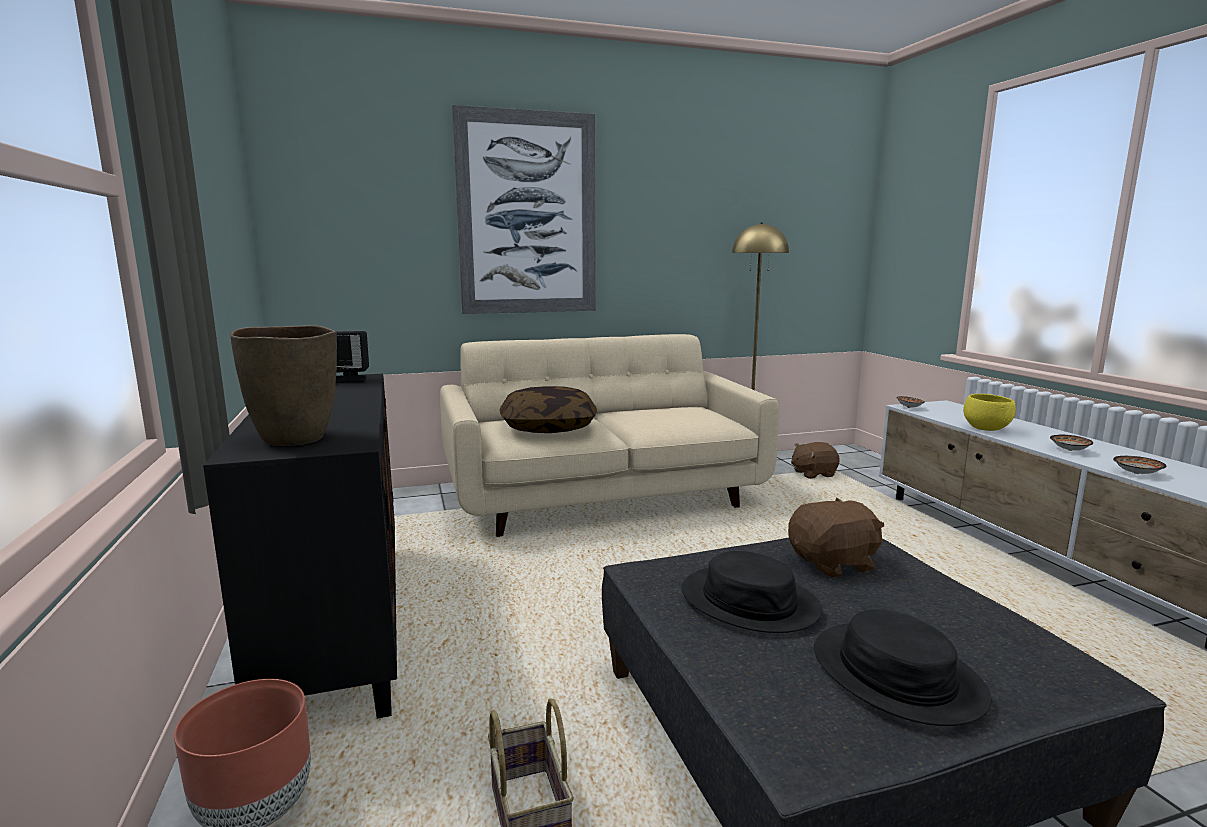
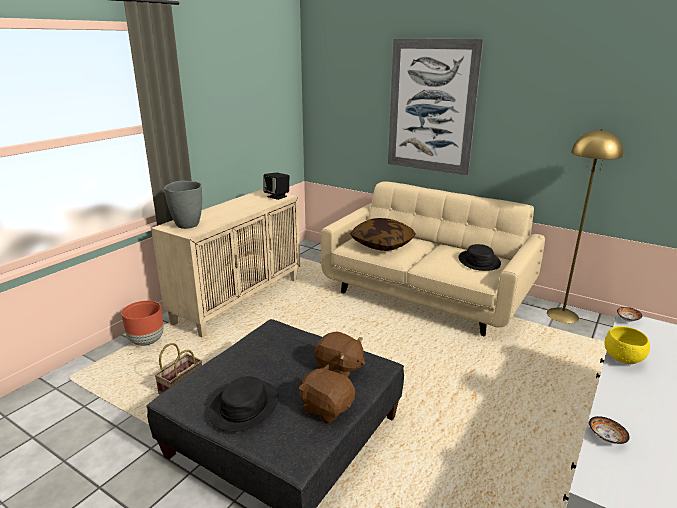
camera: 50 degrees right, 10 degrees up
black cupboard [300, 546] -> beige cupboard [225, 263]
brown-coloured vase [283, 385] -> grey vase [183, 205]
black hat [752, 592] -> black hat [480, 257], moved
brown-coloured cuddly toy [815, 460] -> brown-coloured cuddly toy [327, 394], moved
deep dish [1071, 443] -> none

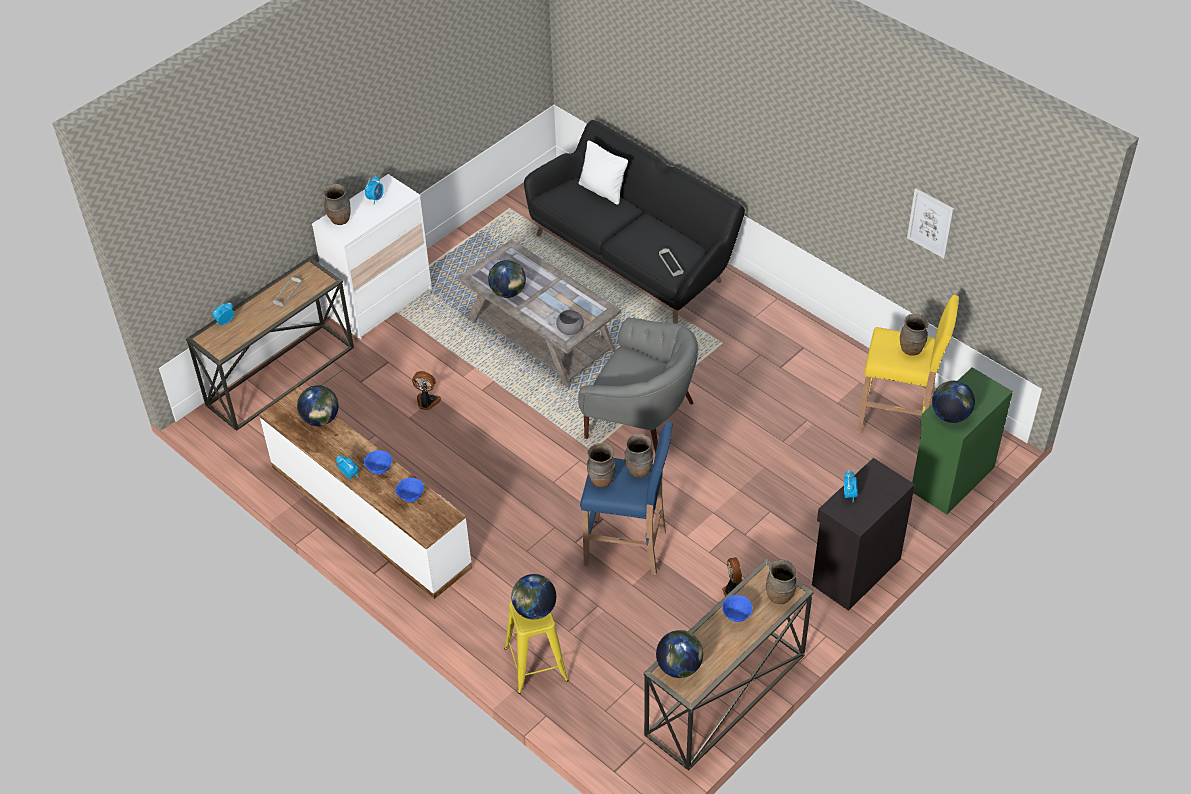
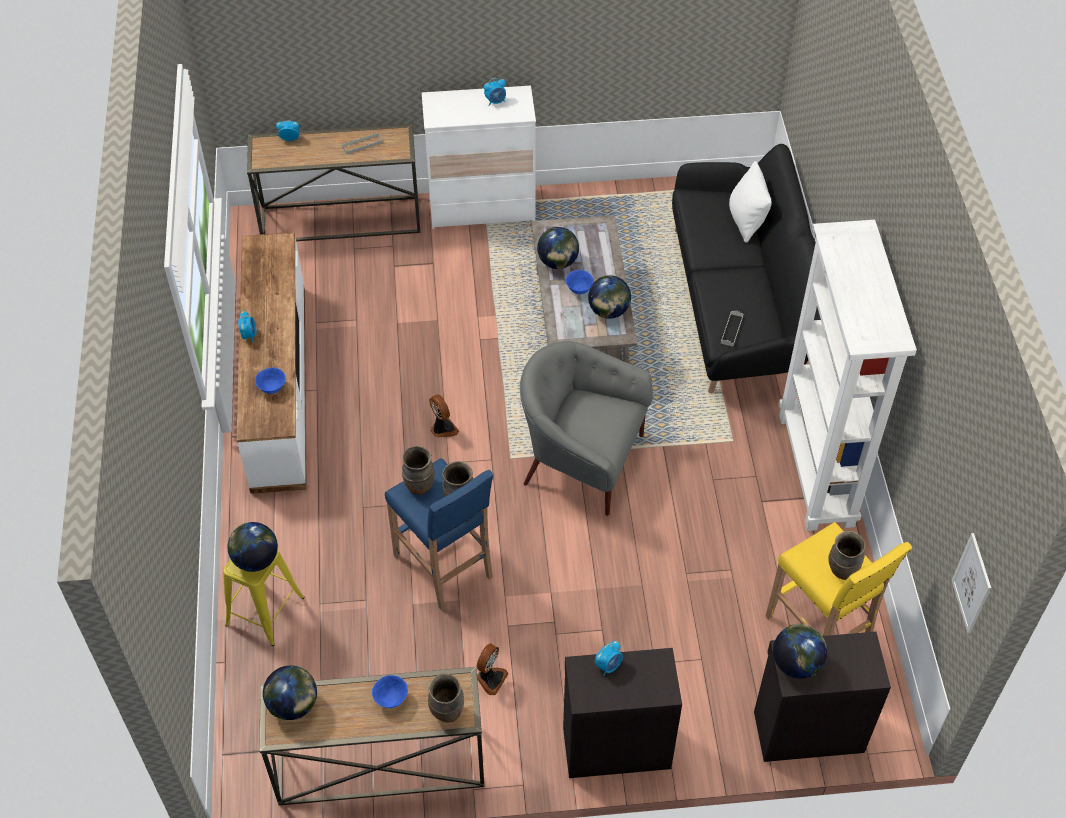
camera: 40 degrees right, 5 degrees up
world globe [318, 405] -> world globe [609, 297], moved
brown-coloured vase [337, 204] -> none
blue deep dish [378, 462] -> blue deep dish [580, 282], moved
electric fan [426, 390] -> electric fan [444, 416], moved
grey deep dish [570, 322] -> none
grey easy chair [638, 386] -> grey easy chair [586, 428], 135 degrees clockwise
wall art [930, 223] -> wall art [971, 583], moved
green cupboard [962, 441] -> black cupboard [822, 697]
none -> white bookcase [848, 375]

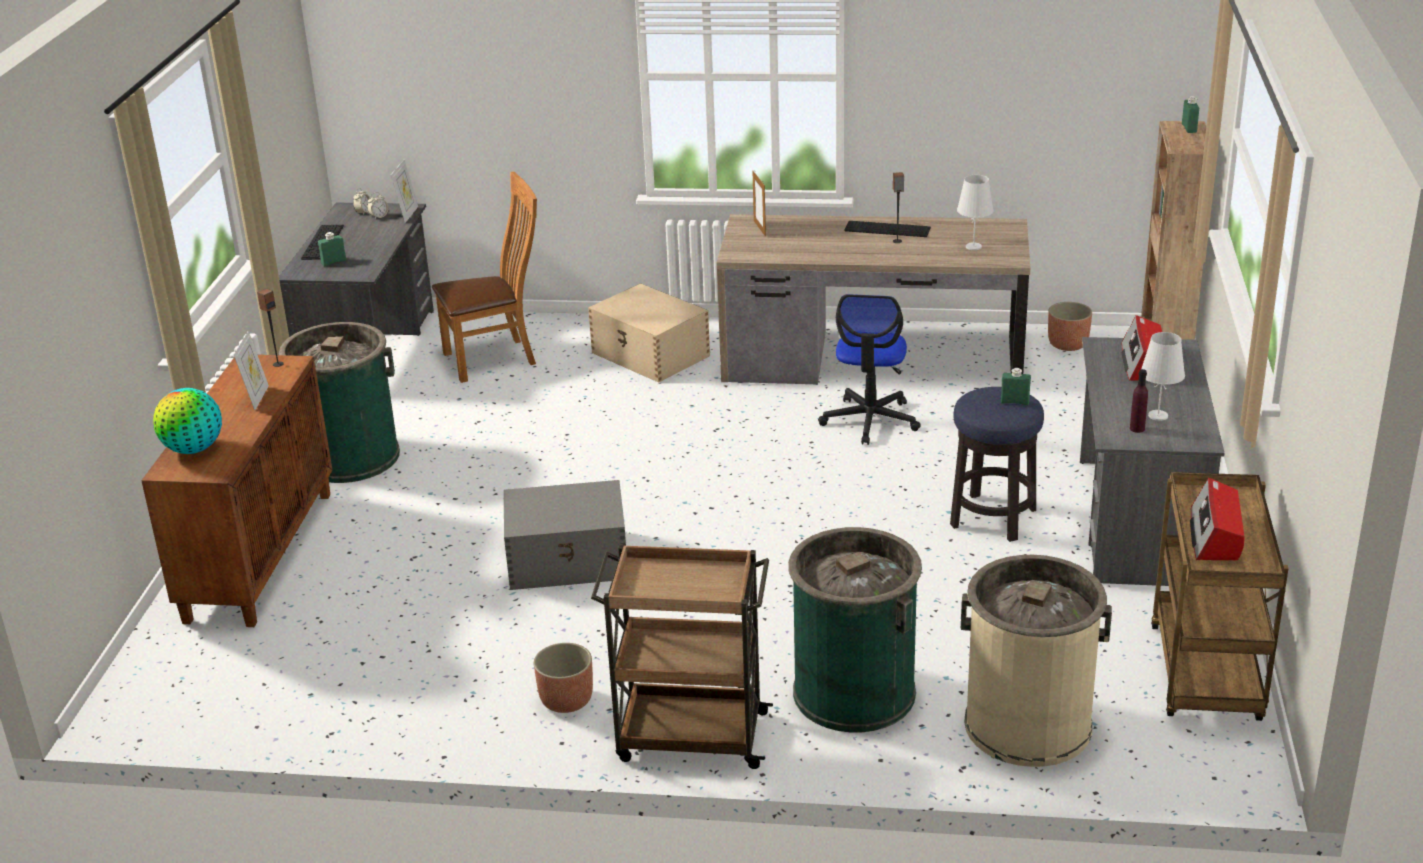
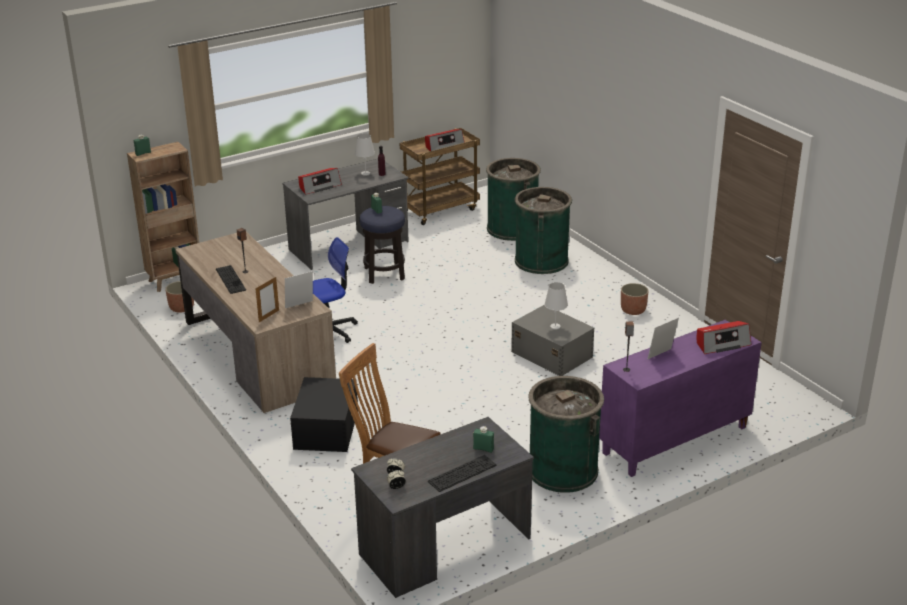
camera: 130 degrees left, 0 degrees up
brown-coloured cupboard [237, 491] -> purple cupboard [680, 398]
world globe [187, 421] -> radio receiver [724, 337]
picture frame [404, 191] -> picture frame [299, 289], moved
beige storage container [649, 333] -> black storage container [324, 414]
brown-coloured trolley [682, 657] -> none
white tabletop lamp [975, 212] -> white tabletop lamp [556, 306], moved
beige rubbish bin [1036, 661] -> green rubbish bin [513, 199]

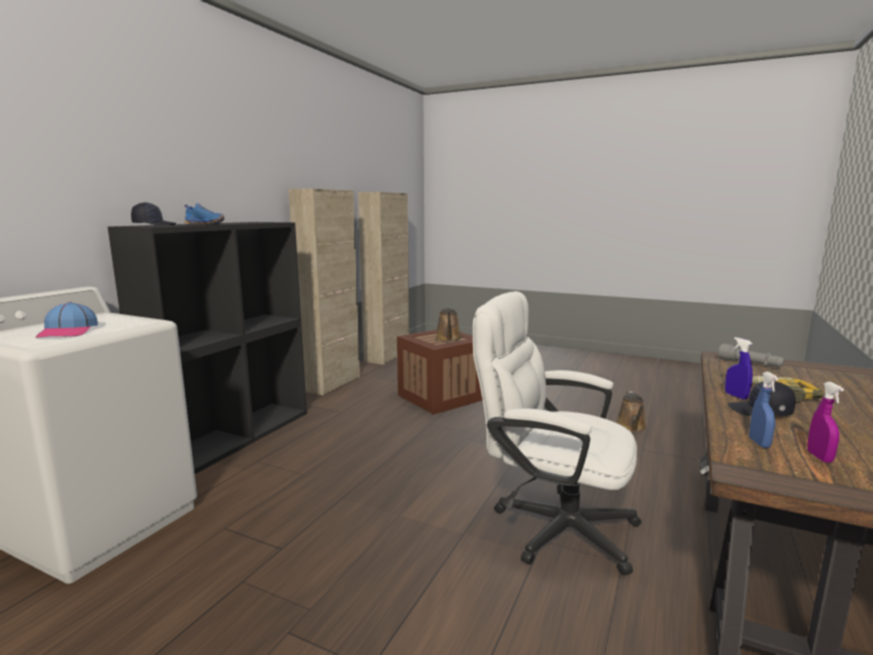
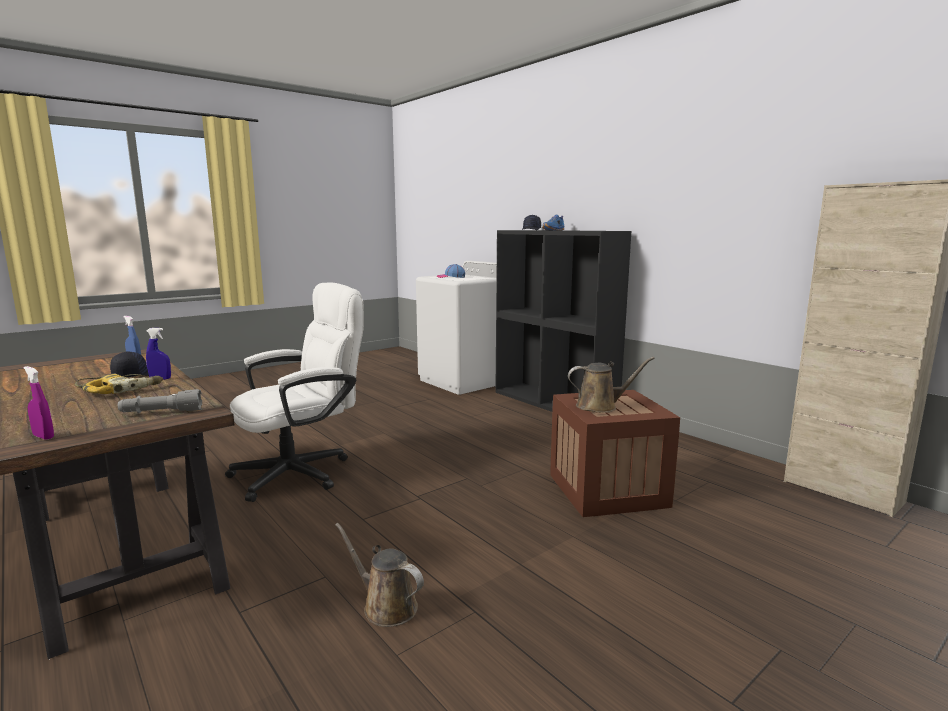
camera: 115 degrees right, 0 degrees up
beige cupboard [324, 292] -> none
brown-coloured watering can [448, 325] -> brown-coloured watering can [611, 385], 150 degrees clockwise
purple sprayer [825, 422] -> purple sprayer [39, 403], moved

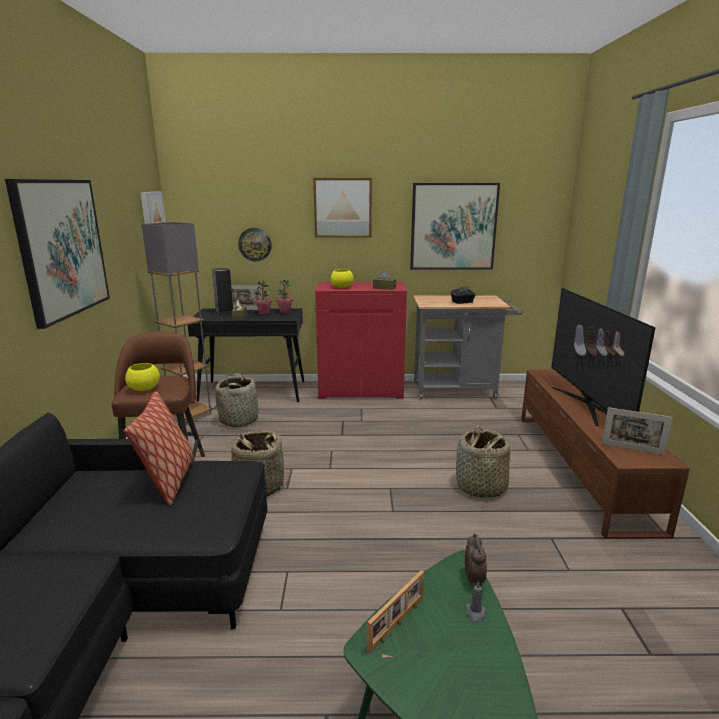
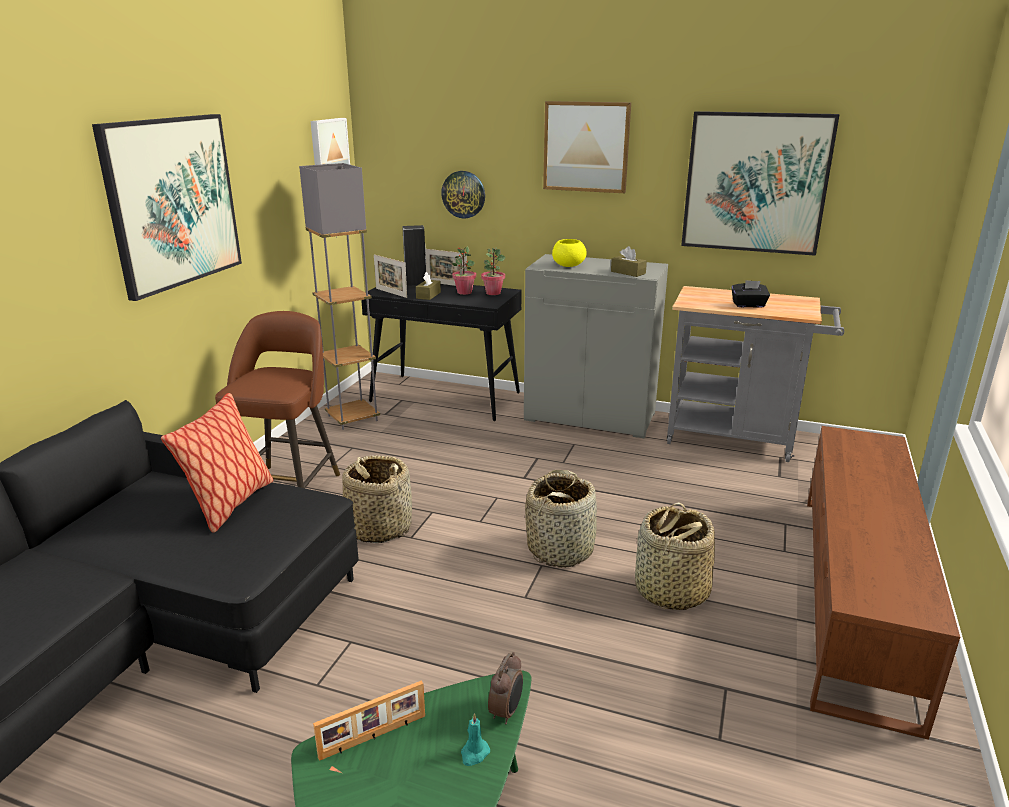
camera: 20 degrees right, 5 degrees up
yellow-coloured deep dish [142, 377] -> none
storage basket [236, 400] -> storage basket [561, 519], moved
red cupboard [361, 340] -> grey cupboard [596, 346]
grey wax candle [476, 602] -> turquoise wax candle [475, 739]
TV set [603, 357] -> none
picture frame [637, 431] -> picture frame [390, 276], moved

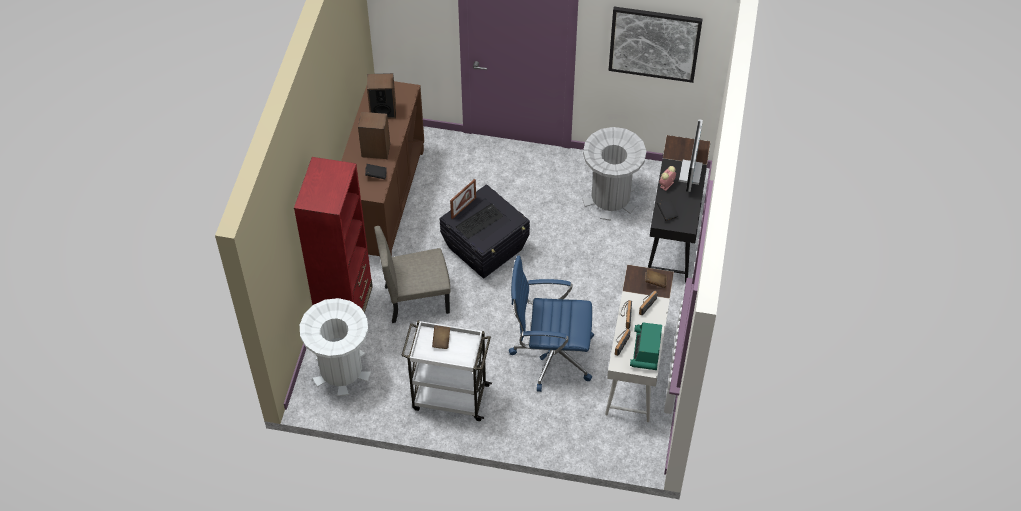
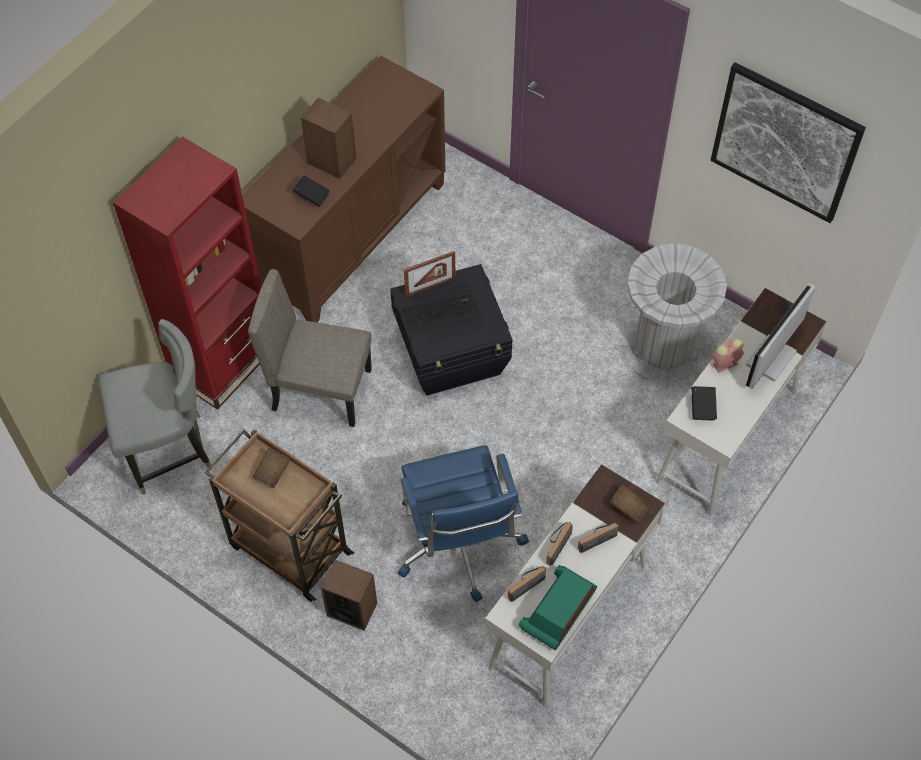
camera: 25 degrees right, 5 degrees up
white rubbish bin [335, 347] -> grey chair [154, 407]
speaker [381, 96] -> speaker [349, 595], moved
white trolley [446, 370] -> brown-coloured trolley [279, 515]
blue desk chair [551, 323] -> blue desk chair [463, 523], 135 degrees counterclockwise
black desk table [679, 208] -> white desk table [741, 402]

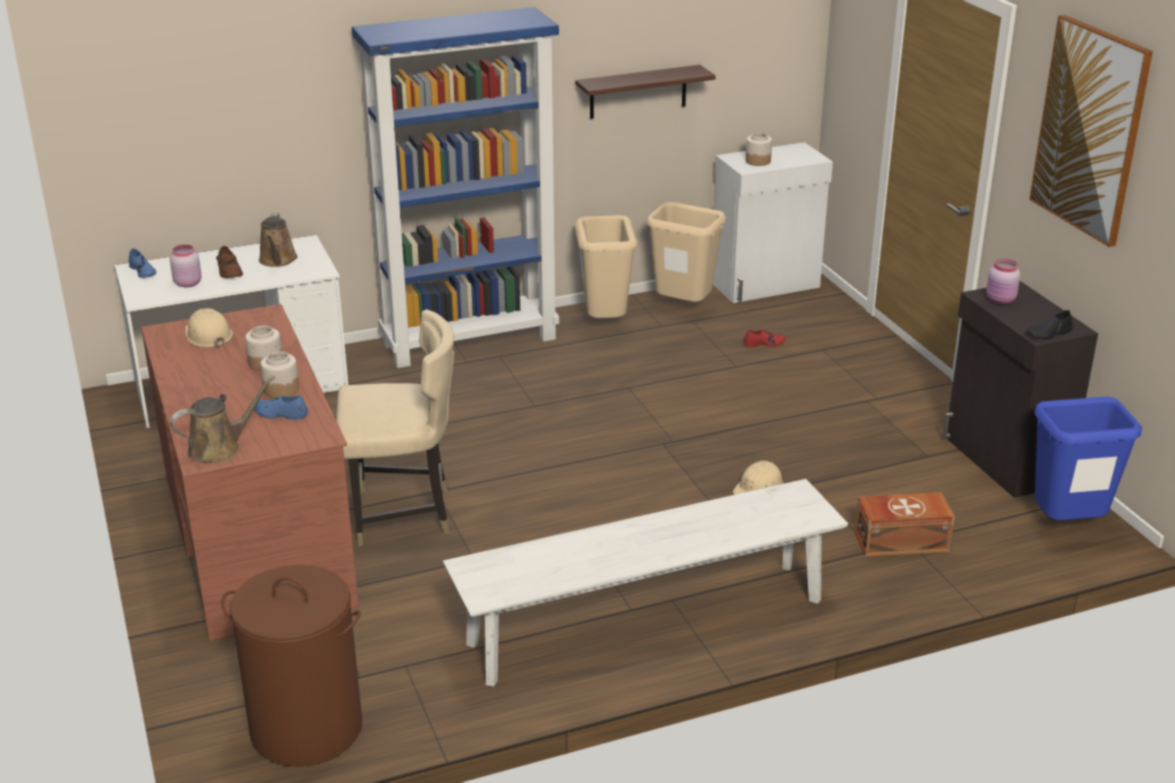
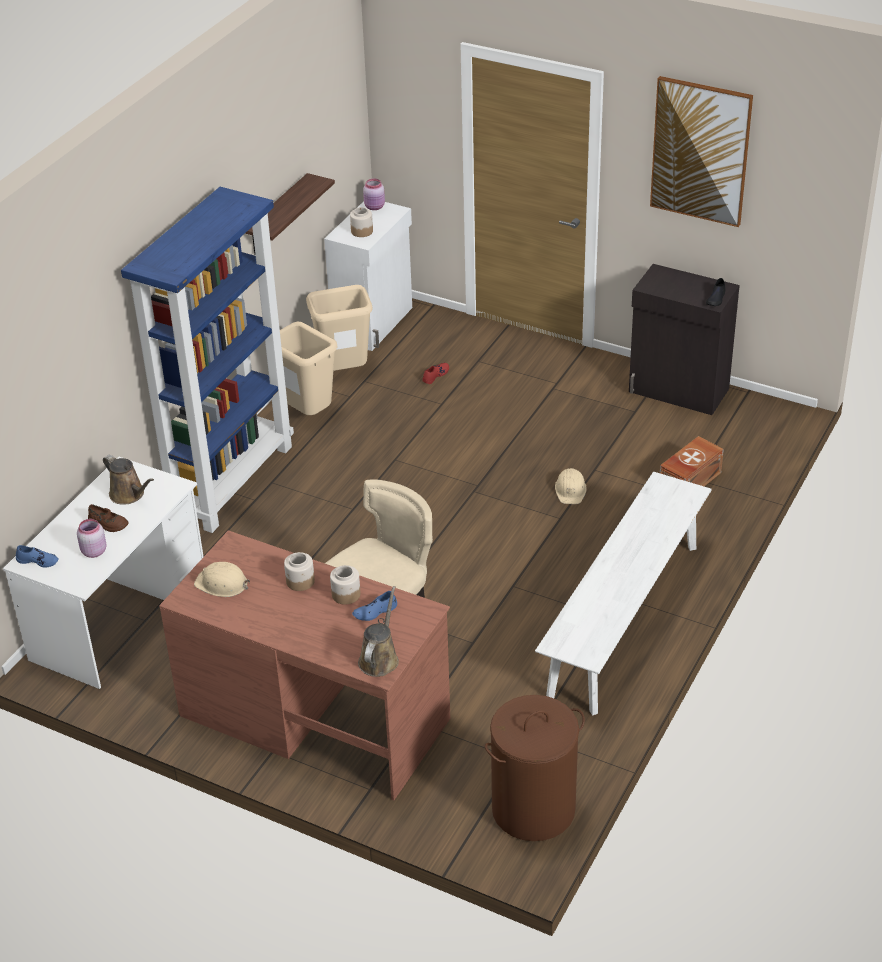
camera: 40 degrees left, 10 degrees up
pinkish preserve jar [1003, 281] -> pinkish preserve jar [374, 194], moved
blue rubbish bin [1088, 458] -> none

